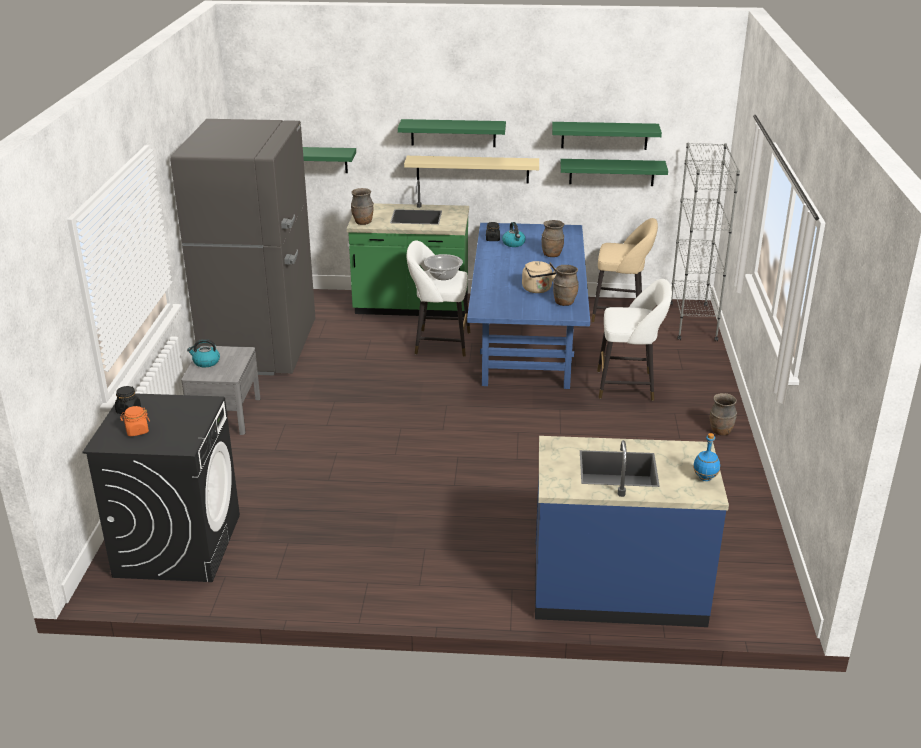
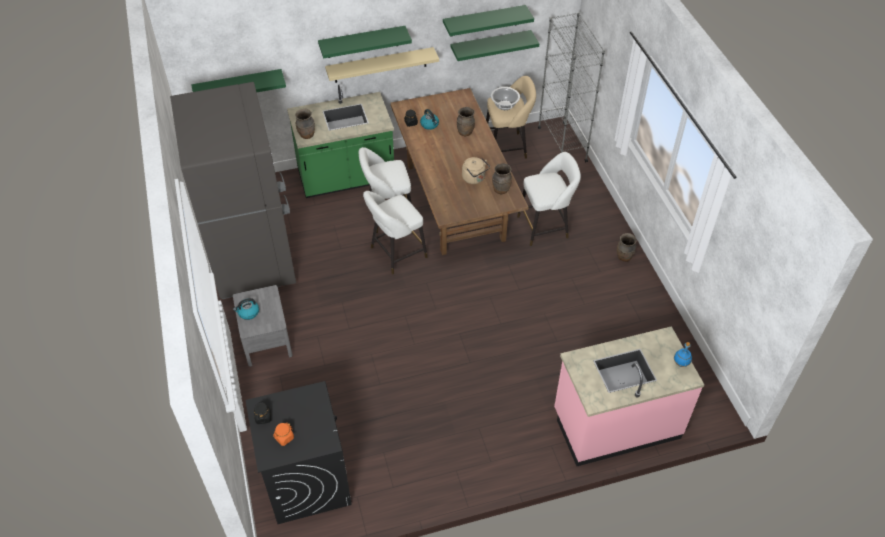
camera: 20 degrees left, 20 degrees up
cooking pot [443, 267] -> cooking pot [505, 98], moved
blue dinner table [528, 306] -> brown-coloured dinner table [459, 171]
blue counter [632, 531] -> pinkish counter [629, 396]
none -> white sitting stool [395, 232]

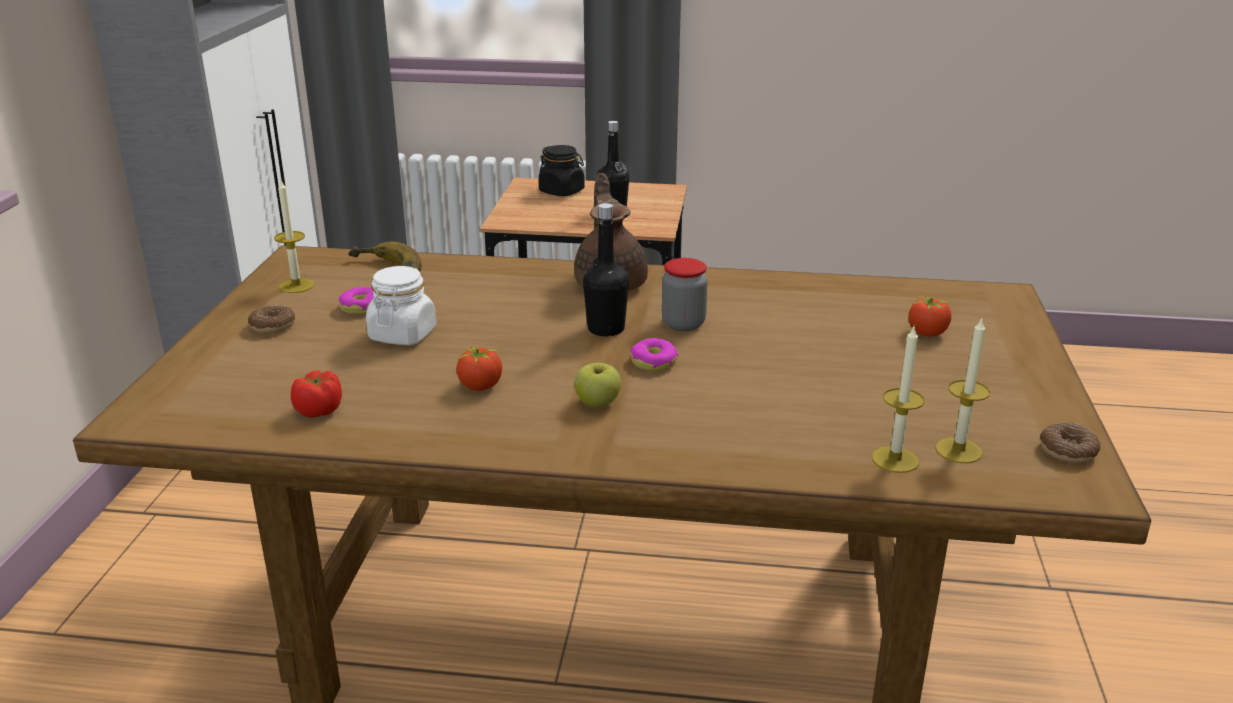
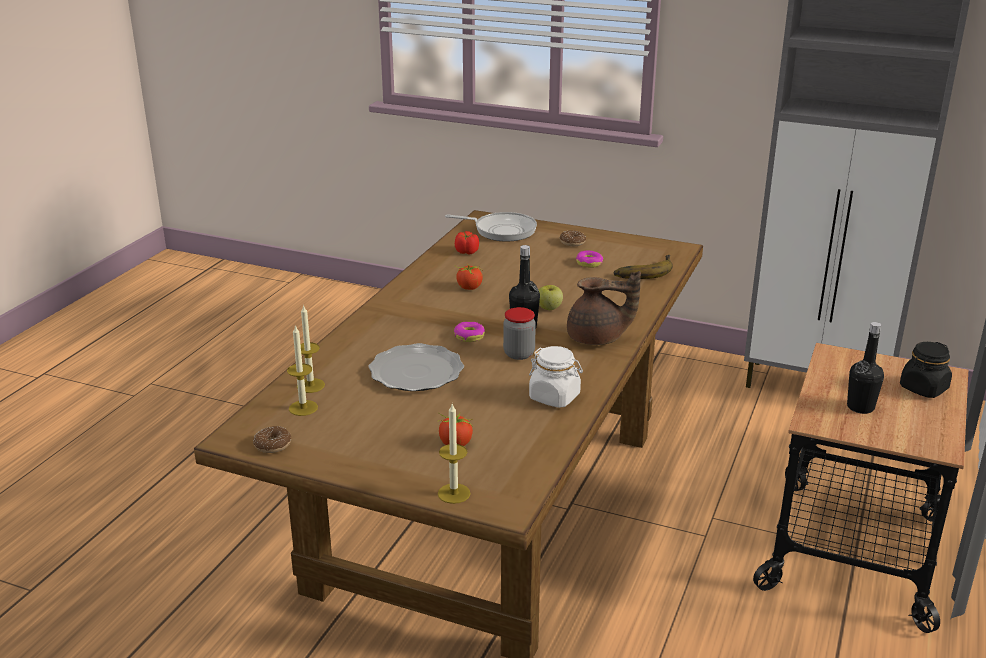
camera: 105 degrees right, 0 degrees up
wax candle [294, 236] -> wax candle [454, 454], moved
white preserve jar [401, 305] -> white preserve jar [556, 377], moved
whole apple [598, 385] -> whole apple [550, 297], moved
none -> flat dish [416, 367]
none -> skillet [491, 226]

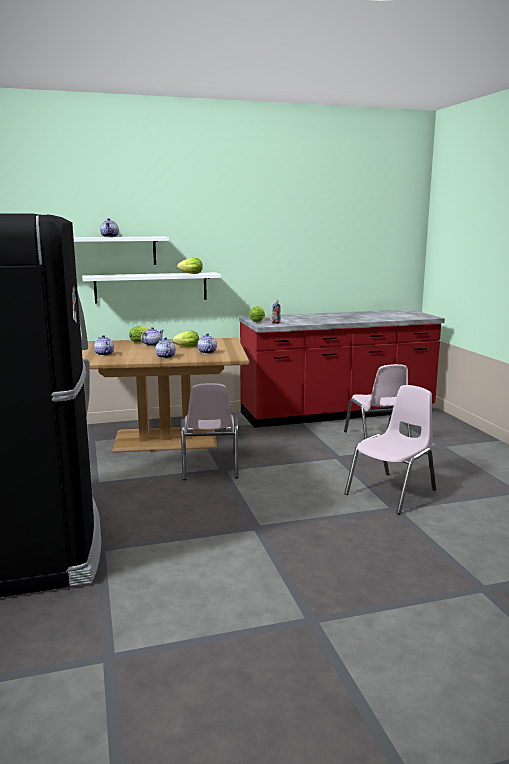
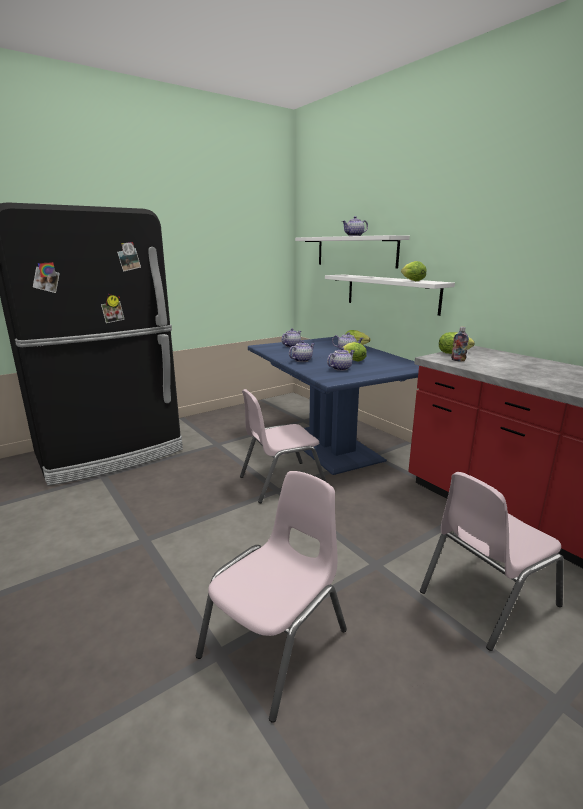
camera: 70 degrees right, 5 degrees up
brown-coloured dinner table [165, 395] -> blue dinner table [333, 406]
pinkish chair [390, 449] -> pinkish chair [271, 597], 75 degrees counterclockwise

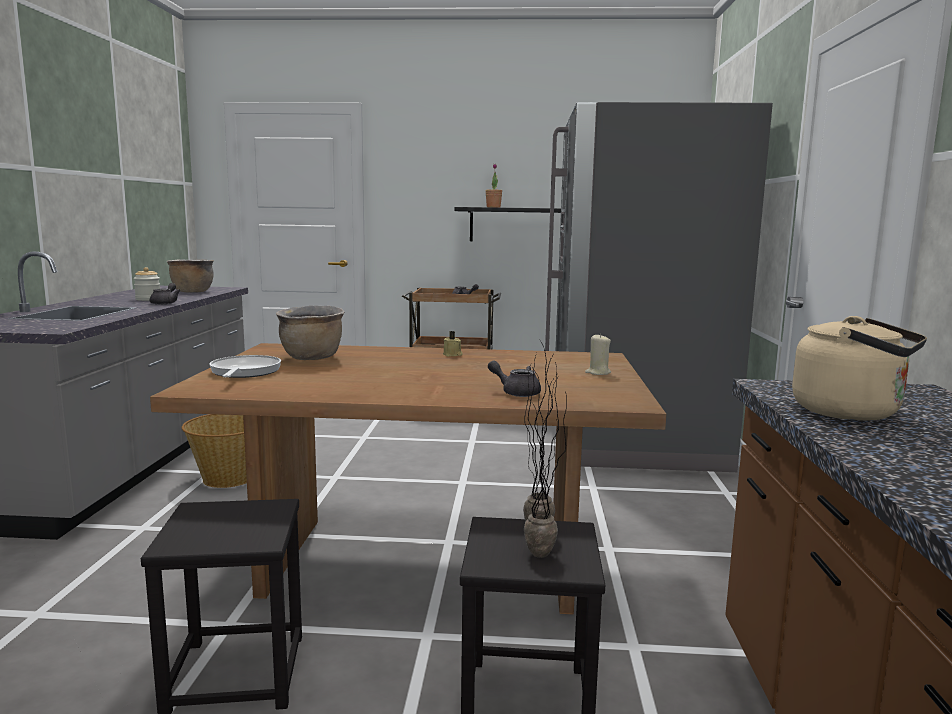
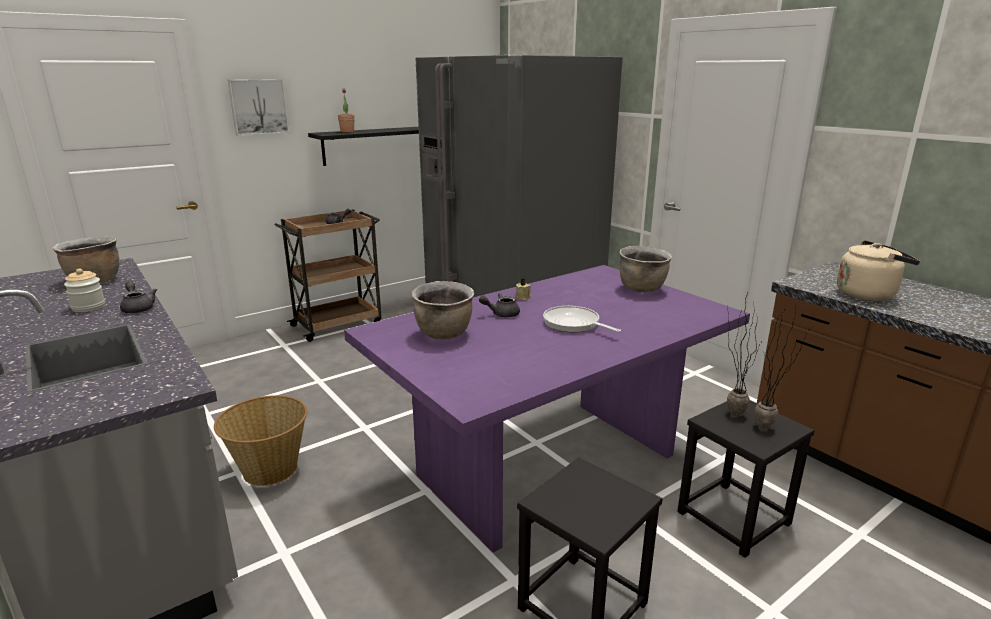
camera: 40 degrees left, 10 degrees up
brown-coloured dinner table [408, 478] -> purple dinner table [547, 409]
skillet [245, 366] -> skillet [582, 319], moved
grey tea pot [514, 378] -> grey tea pot [499, 305], moved
beige wax candle [598, 354] -> brown-coloured cooking pot [646, 269]
none -> wall art [259, 107]

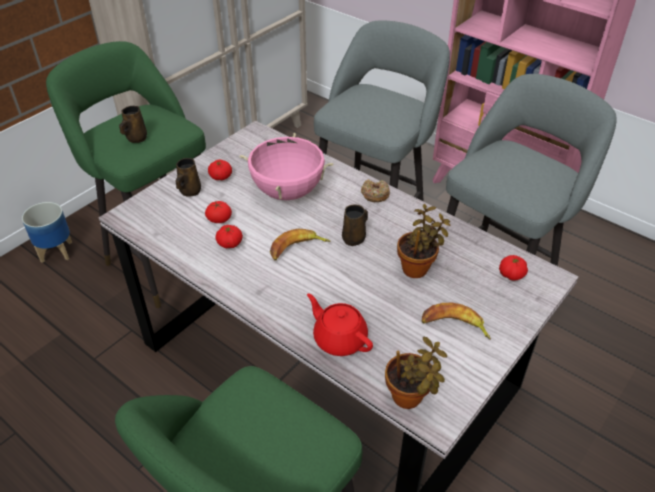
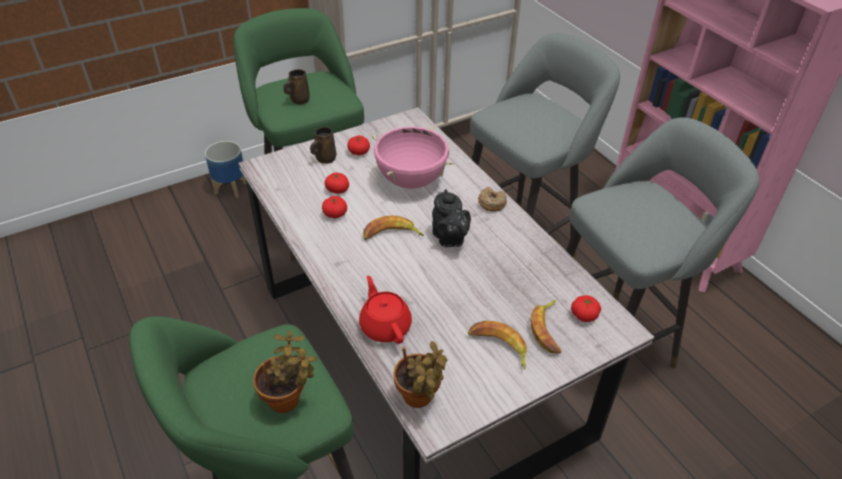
camera: 20 degrees right, 0 degrees up
brown-coloured tea mug [355, 225] -> black tea pot [451, 218]
houseplant [424, 241] -> houseplant [285, 372], moved
none -> banana [546, 327]

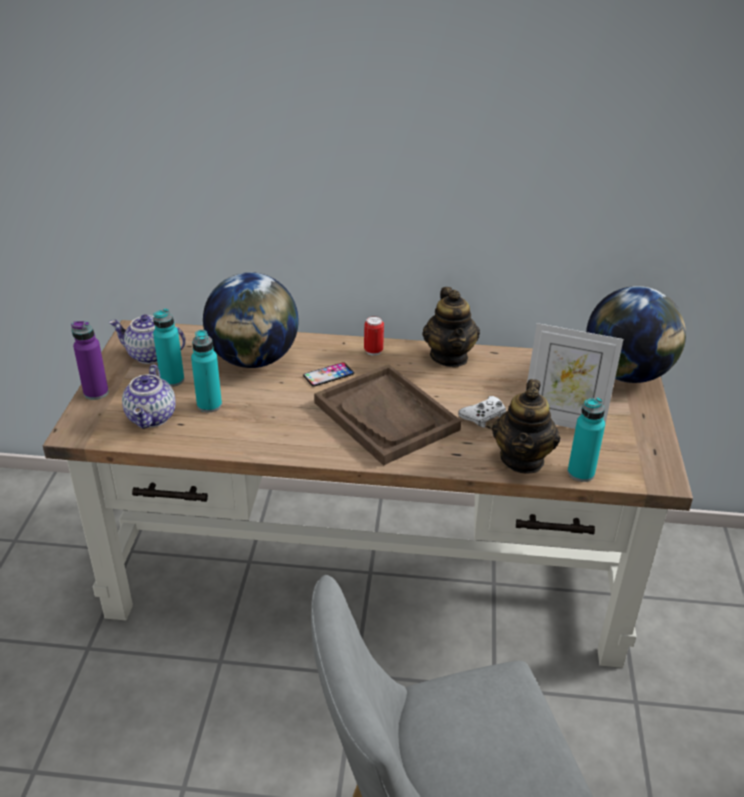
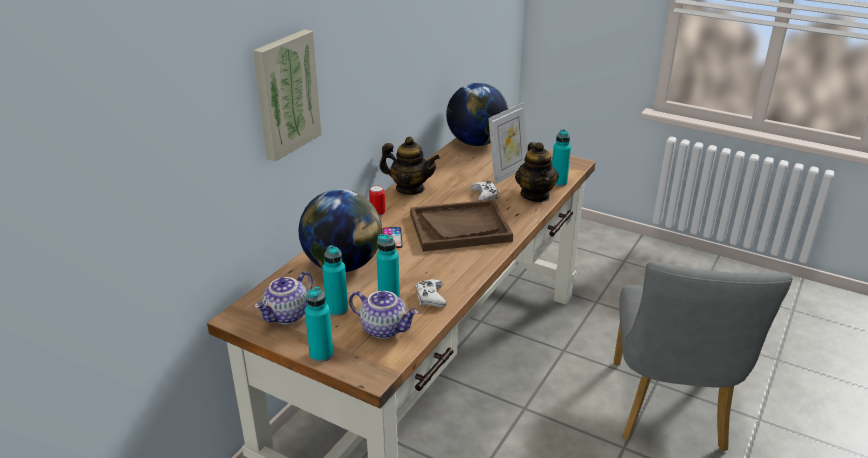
camera: 65 degrees left, 5 degrees down
purple beverage bottle [90, 360] -> turquoise beverage bottle [319, 324]
tea pot [526, 426] -> tea pot [537, 172], 45 degrees clockwise
none -> wall art [287, 95]
none -> white gamepad [431, 293]

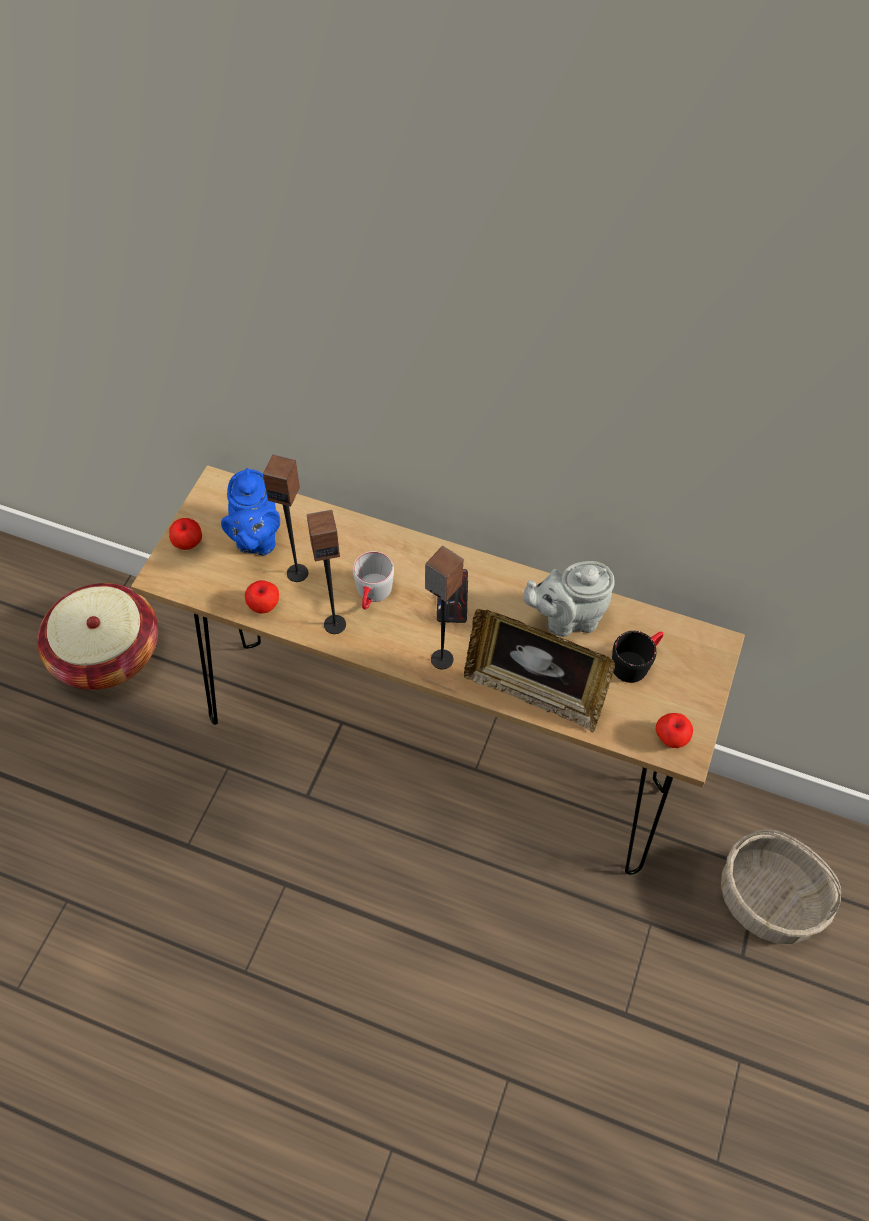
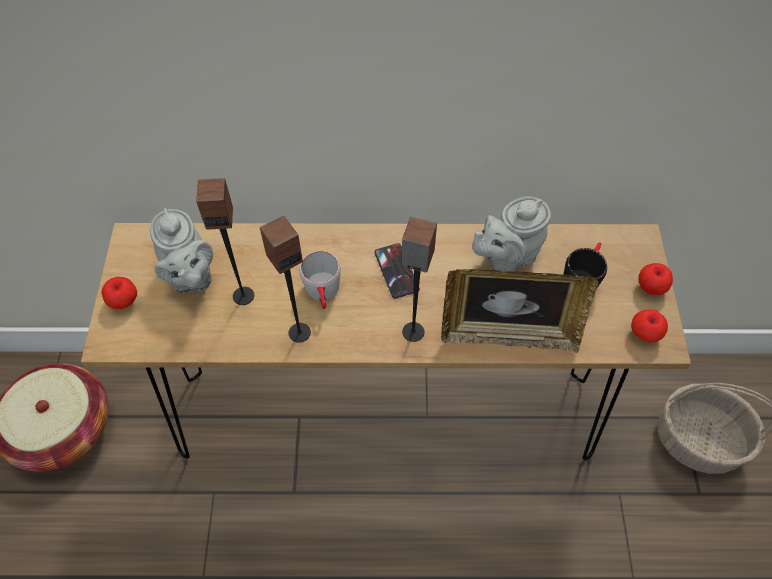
camera: 20 degrees left, 0 degrees up
blue tea pot [250, 511] -> grey tea pot [181, 250]
whole apple [262, 597] -> whole apple [655, 279], moved

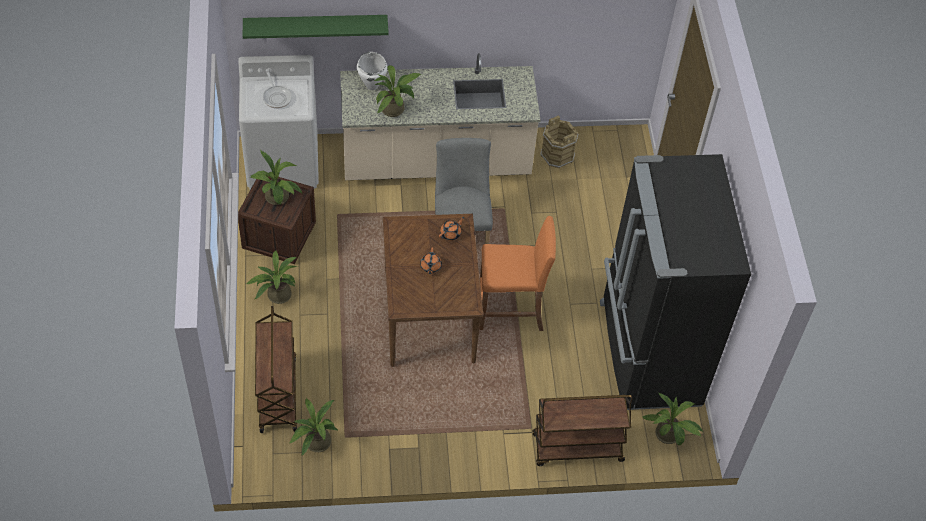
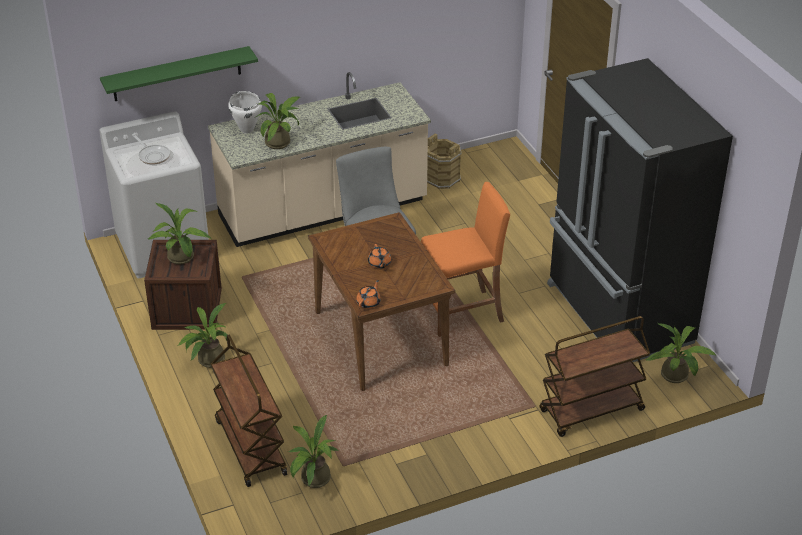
camera: 15 degrees left, 15 degrees down
orange tea pot [451, 228] -> orange tea pot [368, 294], moved

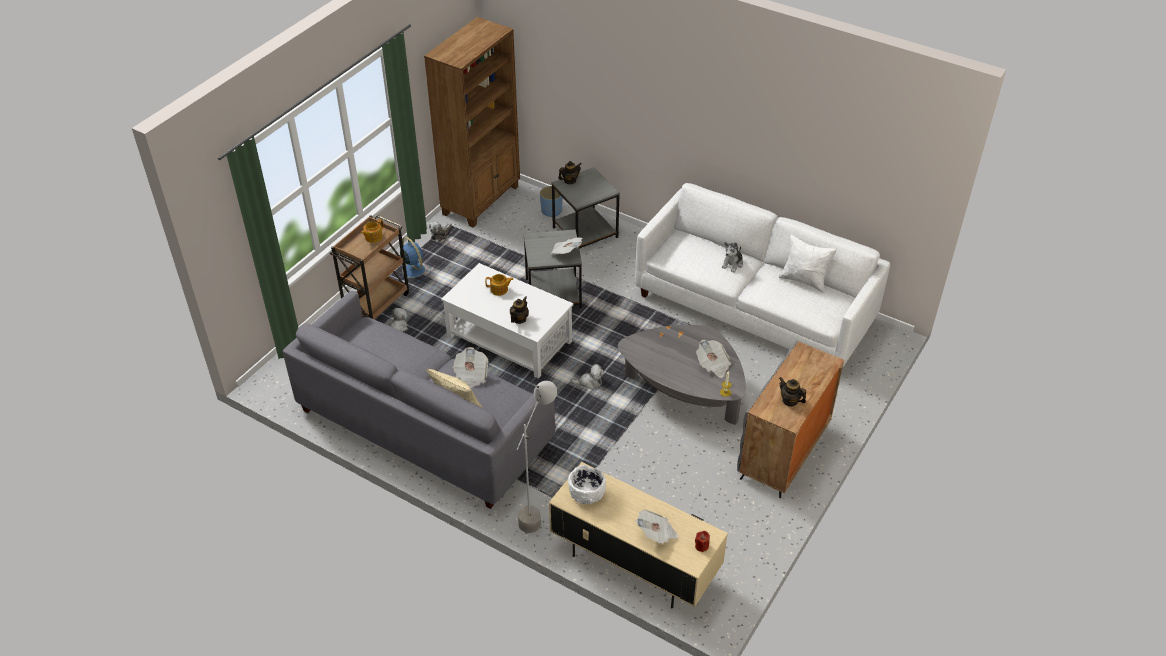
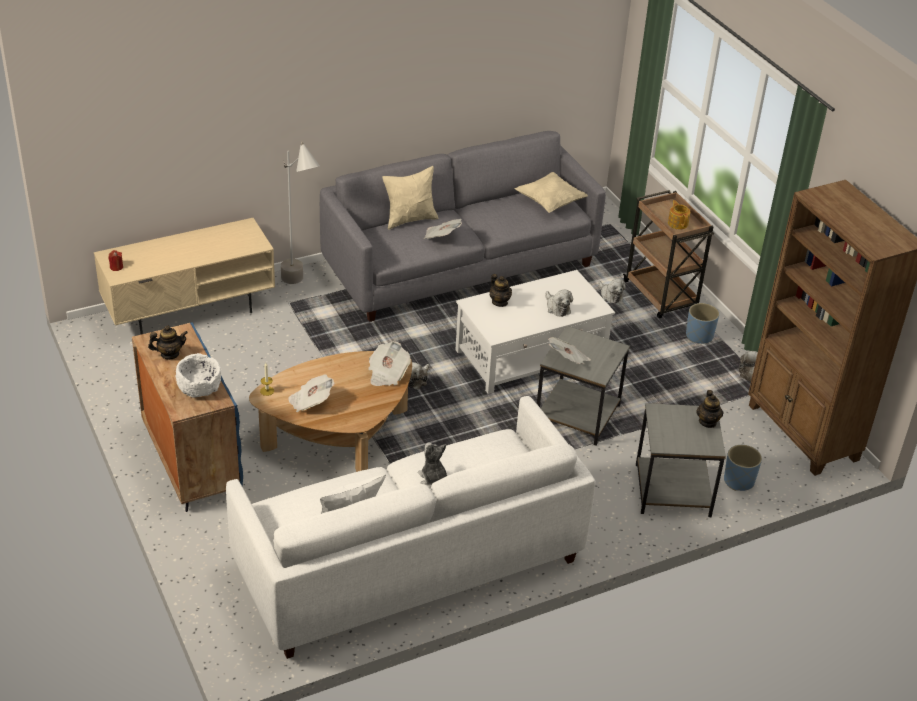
camera: 120 degrees right, 5 degrees down
blue electric fan [415, 259] -> blue flower pot [702, 323]
tea pot [499, 285] -> cuddly toy [559, 303]
white deep dish [587, 484] -> white deep dish [198, 375], moved
grey low table [682, 375] -> brown-coloured low table [330, 411]
newspaper [657, 527] -> newspaper [389, 363], moved
grey cupboard [790, 419] -> blue cupboard [187, 417]
none -> beige throw pillow [551, 192]

